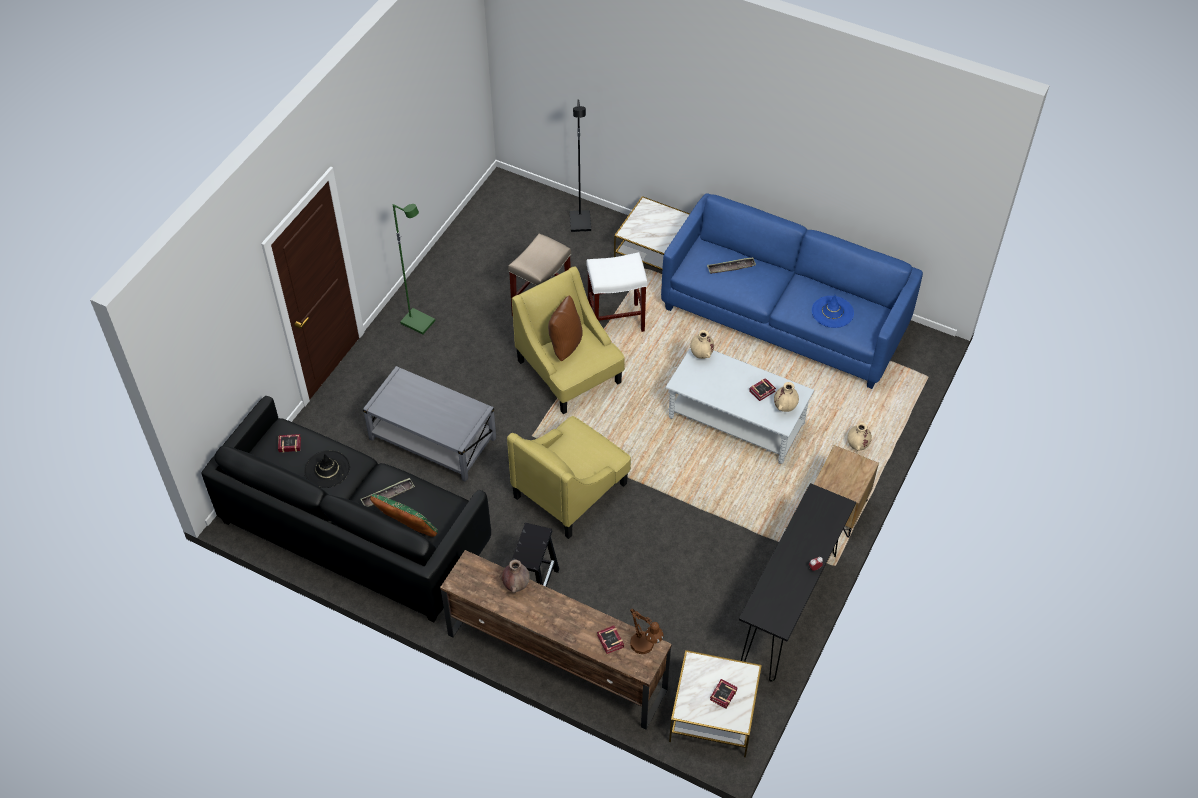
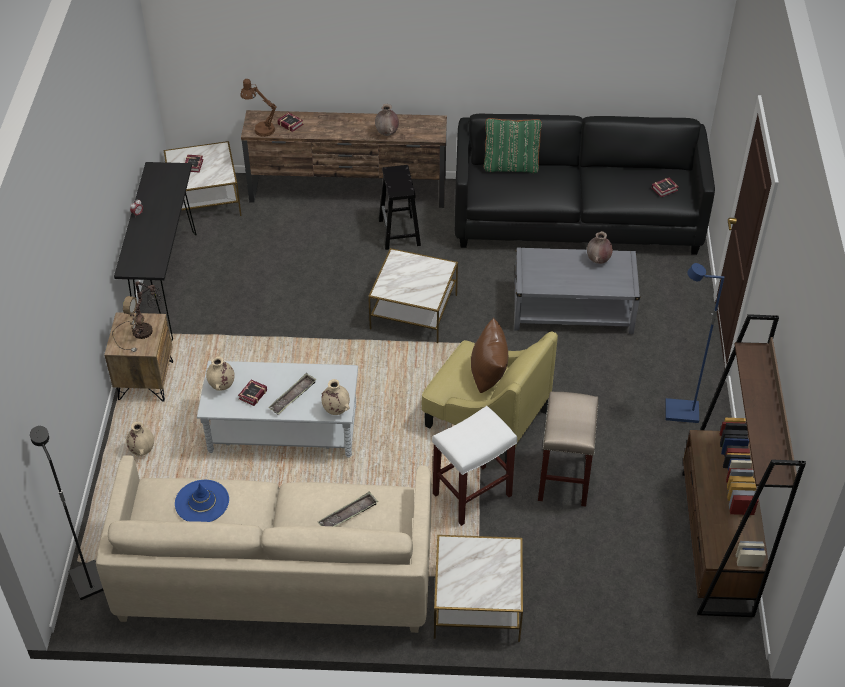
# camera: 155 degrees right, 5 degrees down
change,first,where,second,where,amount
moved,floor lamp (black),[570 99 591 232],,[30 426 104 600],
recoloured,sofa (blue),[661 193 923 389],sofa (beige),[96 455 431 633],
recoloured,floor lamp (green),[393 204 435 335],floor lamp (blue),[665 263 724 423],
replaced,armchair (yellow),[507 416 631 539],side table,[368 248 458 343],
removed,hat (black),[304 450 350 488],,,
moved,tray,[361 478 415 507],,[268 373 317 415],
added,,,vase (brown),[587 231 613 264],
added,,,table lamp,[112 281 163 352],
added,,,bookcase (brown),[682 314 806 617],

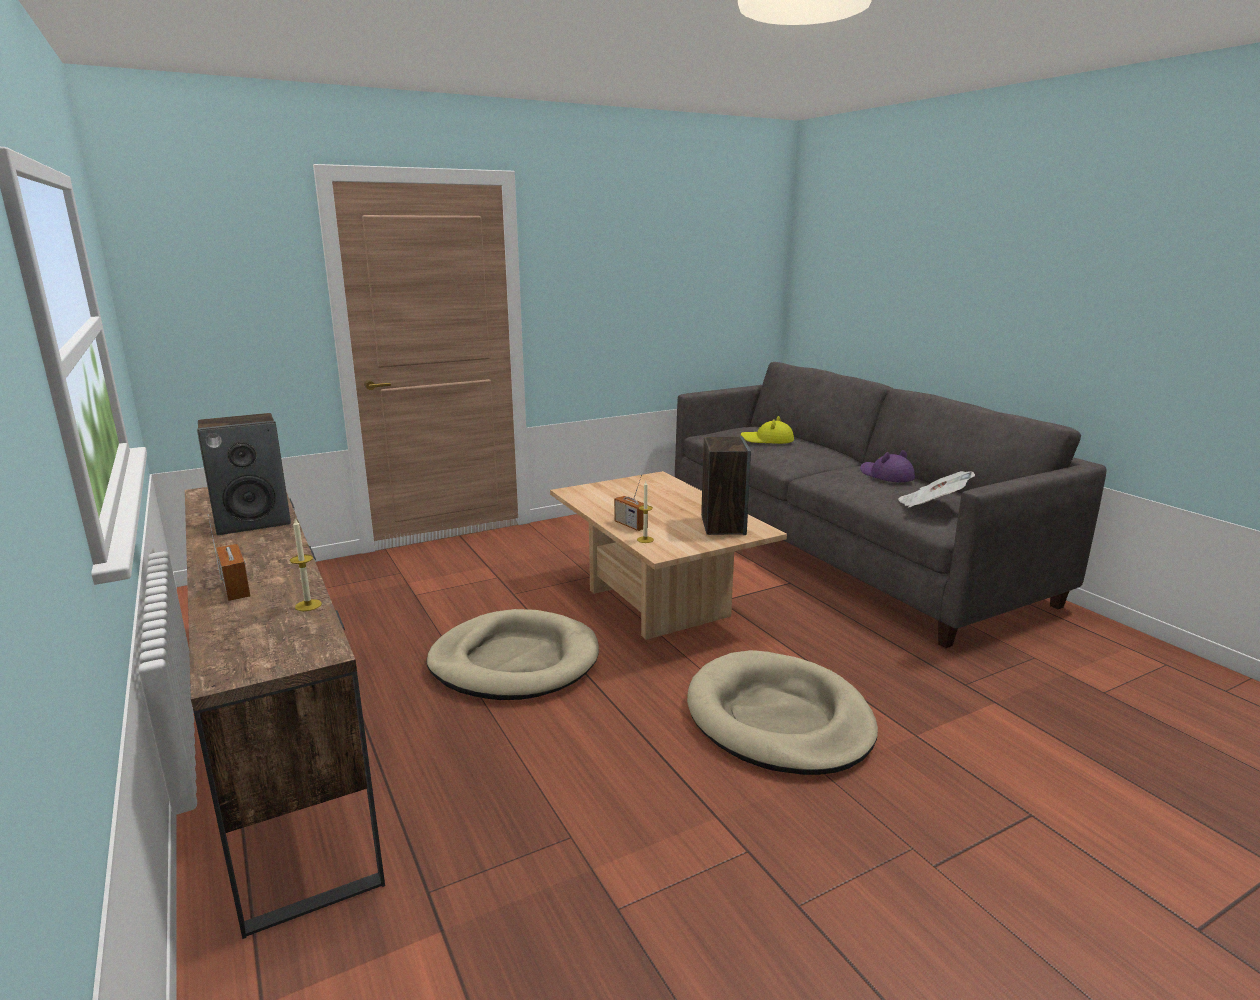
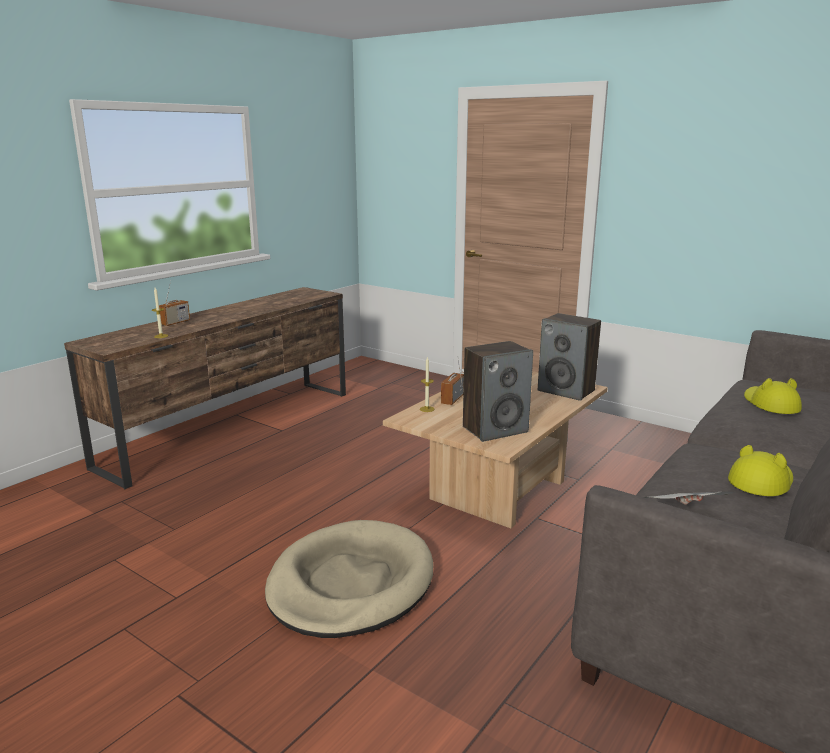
# camera: 65 degrees right, 0 degrees up
change,first,where,second,where,amount
moved,speaker,[197 413 291 535],,[538 313 601 401],
recoloured,hat (purple),[860 450 915 482],hat (yellow),[728 445 793 496],
removed,dog bed (beige),[426 609 599 700],,,

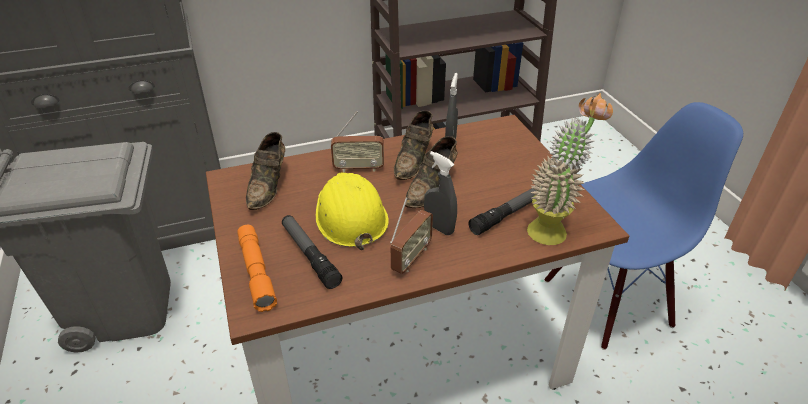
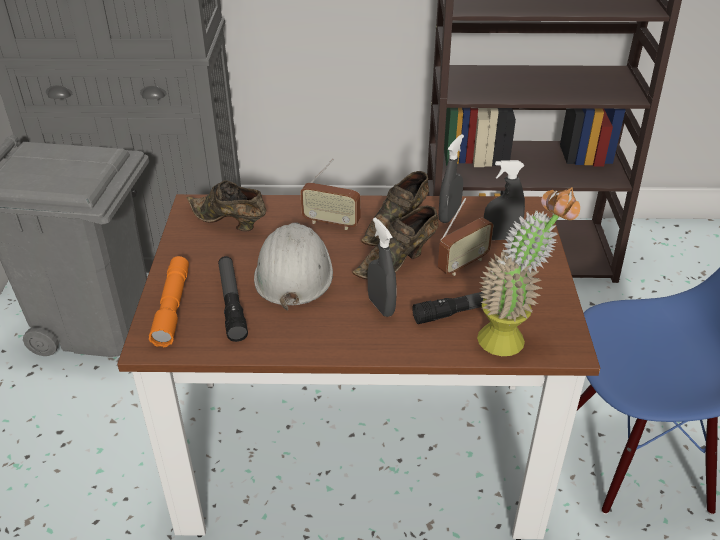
# camera: 20 degrees right, 0 degrees up
change,first,where,second,where,amount
turned,shoe (brown),[246 132 285 210],,[186 180 266 231],90 degrees clockwise
recoloured,hard hat (yellow),[316 172 389 250],hard hat (white),[254 222 333 310],
moved,radio,[390 197 433 274],,[438 198 494 276],
added,,,spray bottle (grey),[484 160 525 240],

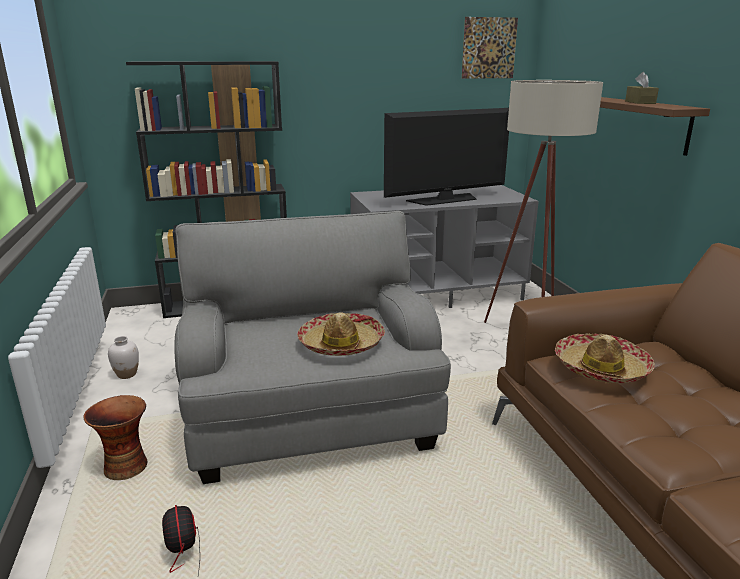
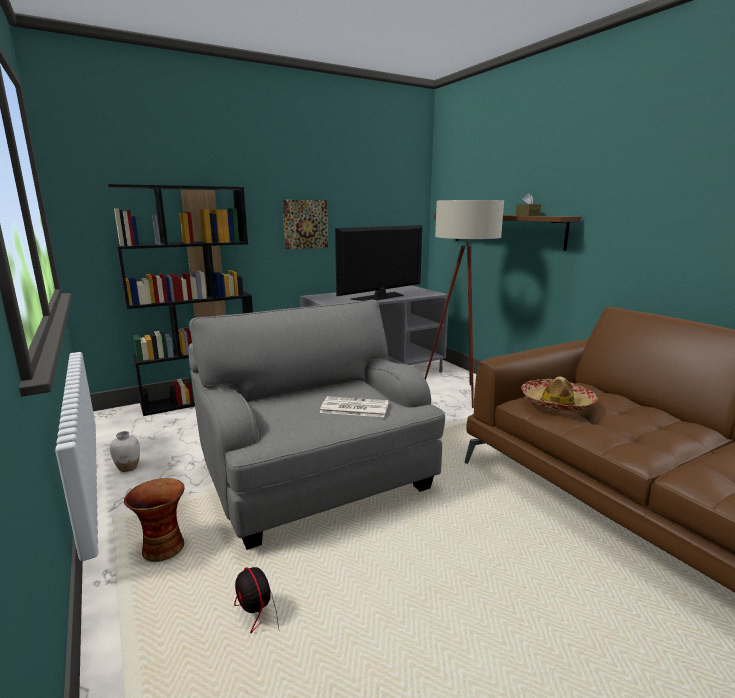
# camera: 15 degrees left, 5 degrees down
change,first,where,second,where,amount
moved,picture,[462 17 518 79],,[283 200 328 249],
replaced,hat,[297 312 385 356],newspaper,[320 396 389 417],

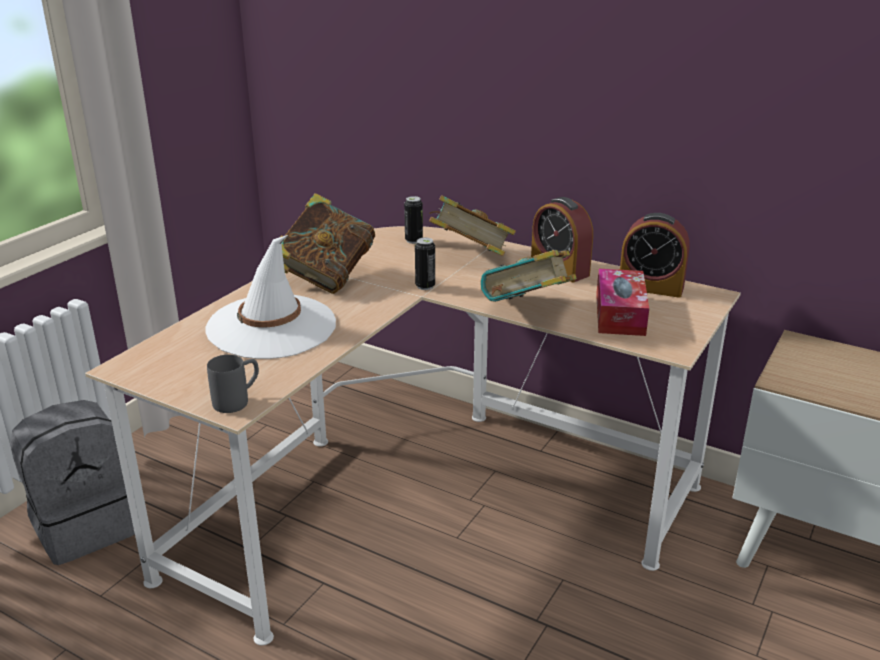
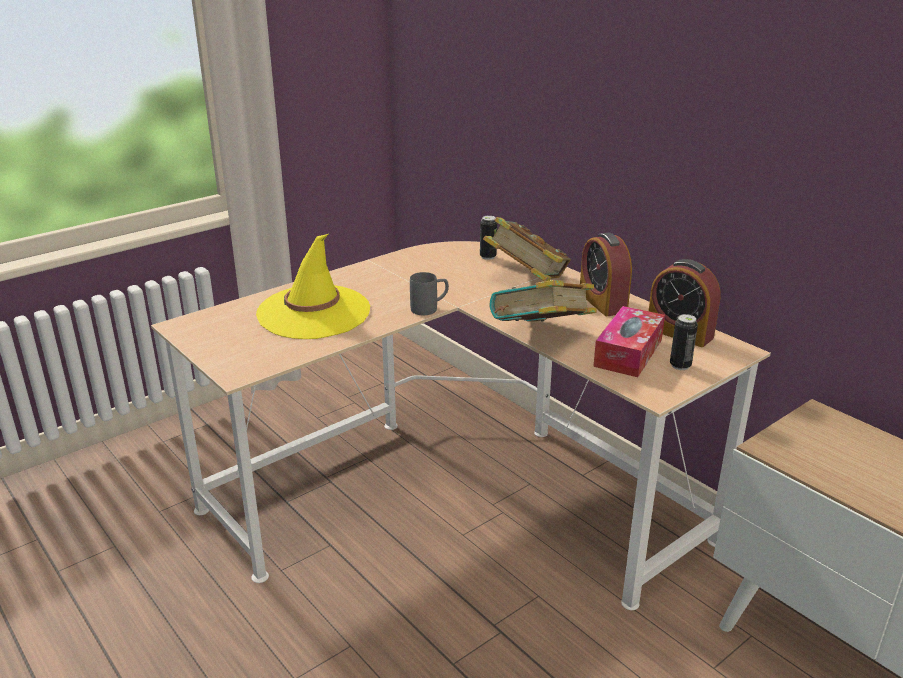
# camera: 20 degrees right, 0 degrees up
change,first,where,second,where,amount
removed,book,[280 193 375 294],,,
recoloured,hat (white),[205 235 336 359],hat (yellow),[256 234 370 339],
moved,can,[415 237 435 290],,[670 314 698 370],
moved,mug (grey),[207 355 259 413],,[410 272 449 315],
removed,backpack (grey),[10 400 135 565],,,

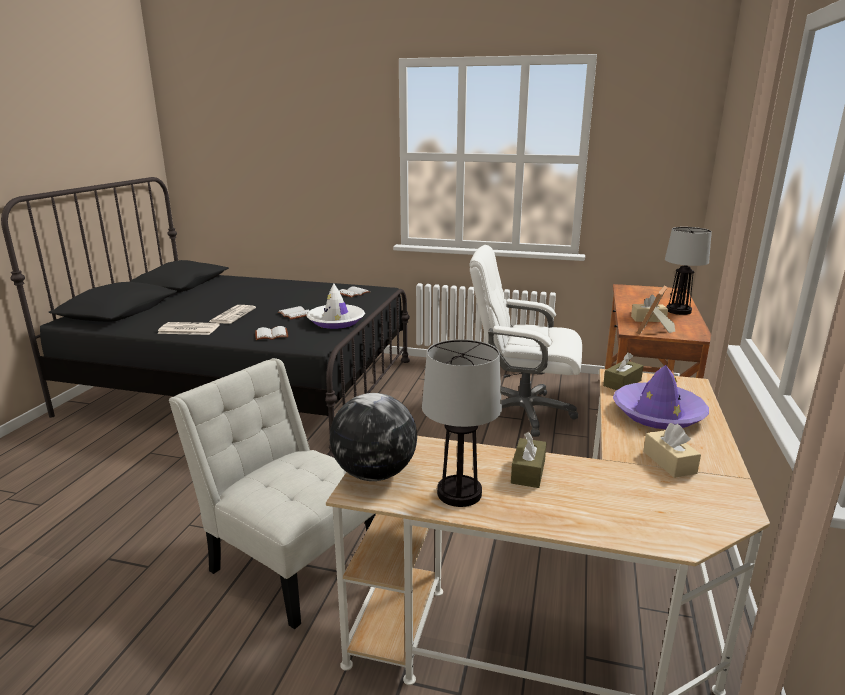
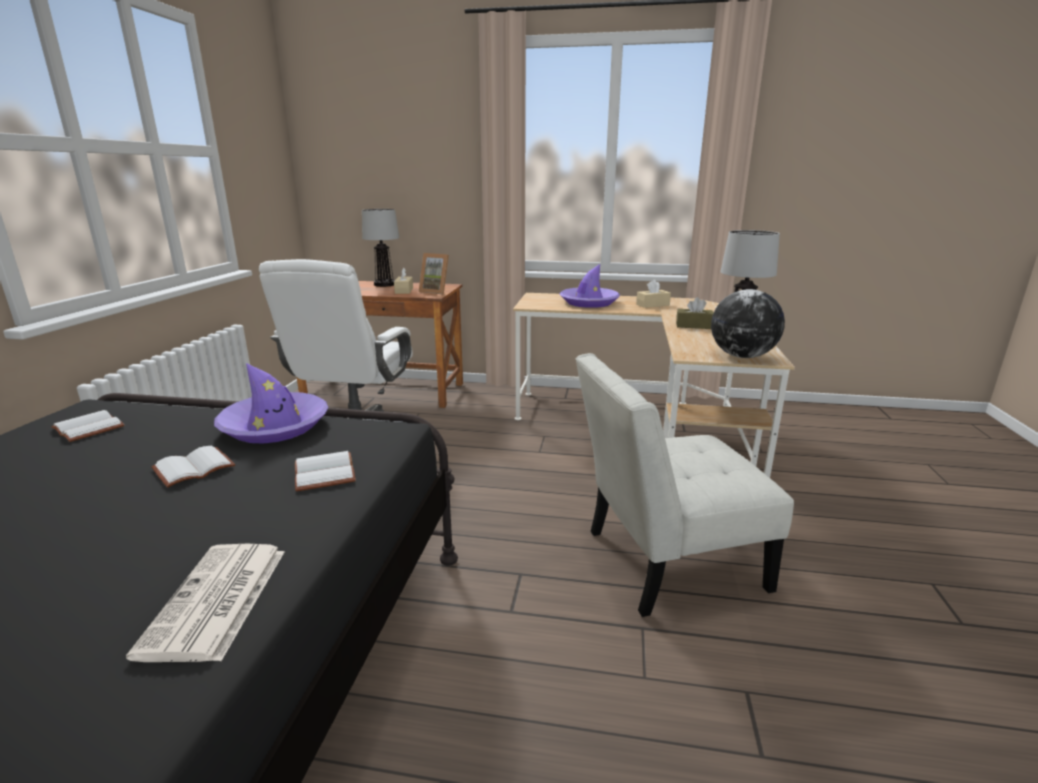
# camera: 95 degrees left, 0 degrees up
change,first,where,second,where,amount
recoloured,hat (white),[307 283 365 329],hat (purple),[214 363 329 443],
removed,newspaper,[209 305 256 324],,,
removed,tissue box (brown),[603 353 643 390],,,
turned,chair (white),[168 358 376 629],,[576 353 794 617],45 degrees clockwise

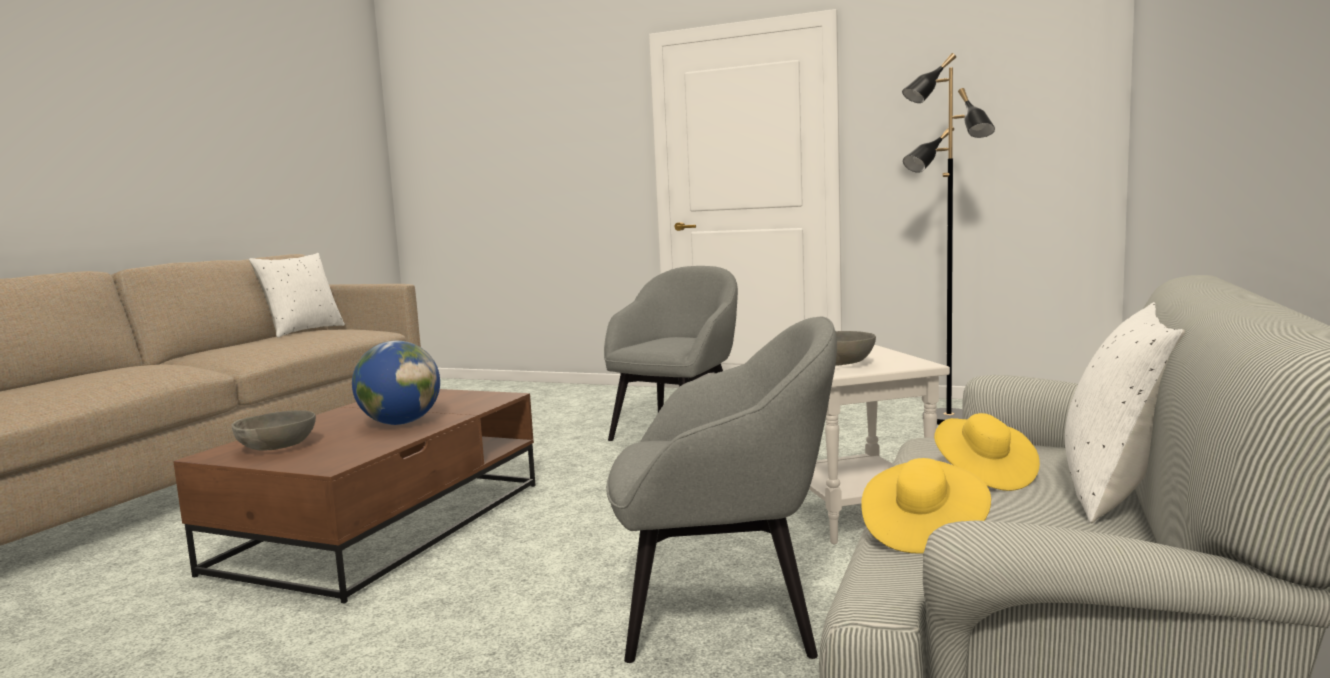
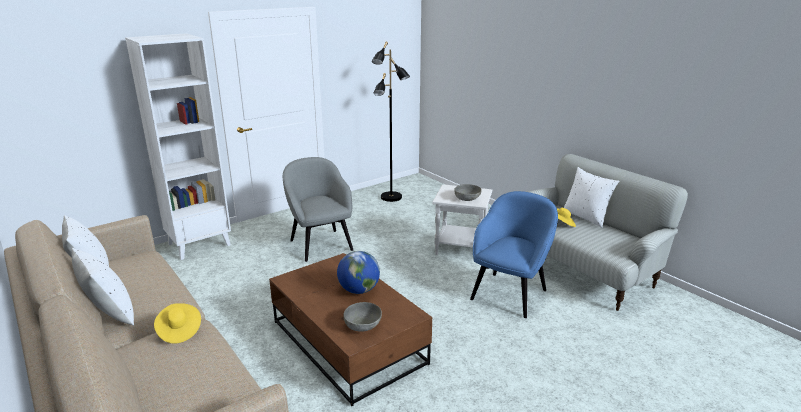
# camera: 60 degrees left, 15 degrees up
change,first,where,second,where,amount
recoloured,armchair (grey),[606 316 837 663],armchair (blue),[470 191 558 318],
moved,hat (yellow),[861 458 991 554],,[154 303 201 344],
added,,,bookcase (white),[125 33 231 260],
added,,,pillow (white),[72 248 134 326],

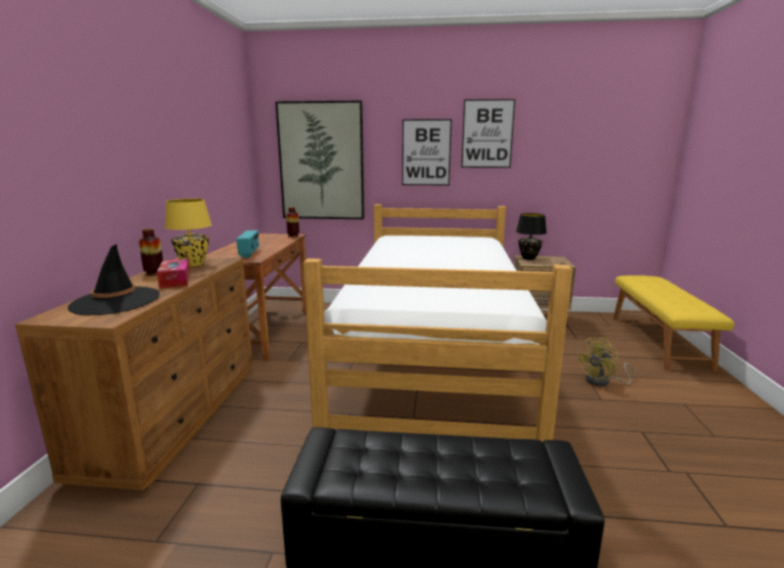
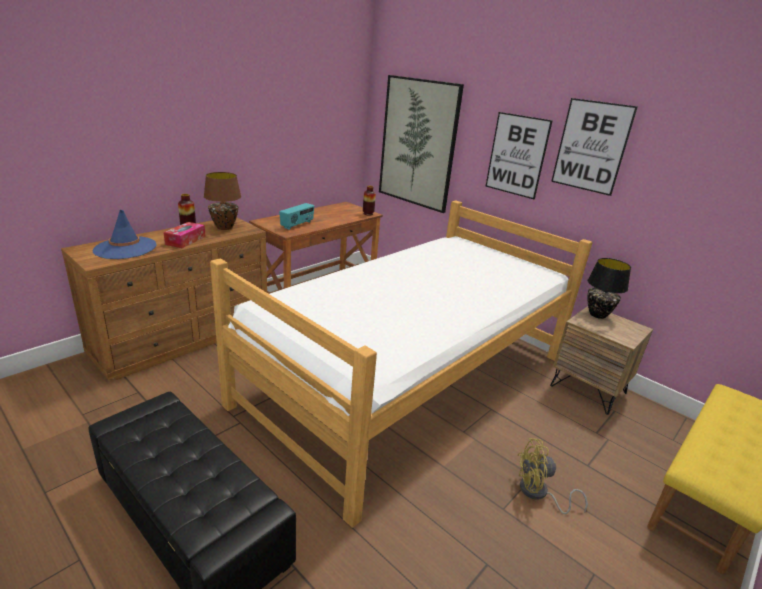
# camera: 35 degrees right, 10 degrees up
change,first,where,second,where,amount
recoloured,table lamp (yellow),[165 199 212 267],table lamp (brown),[204 172 241 230],
recoloured,hat (black),[68 244 160 316],hat (blue),[93 210 156 259],

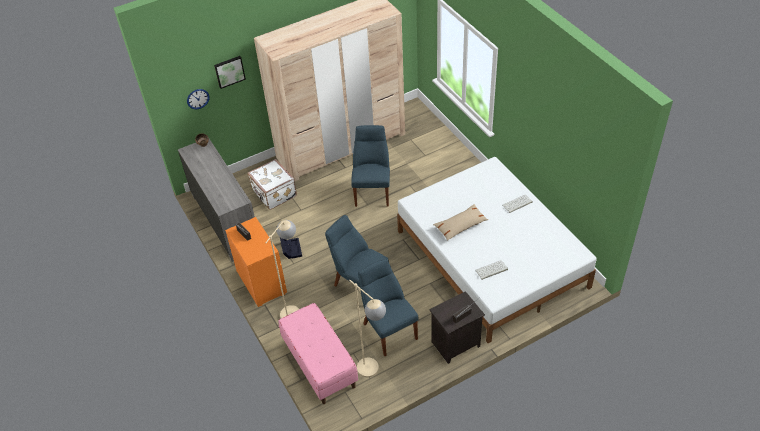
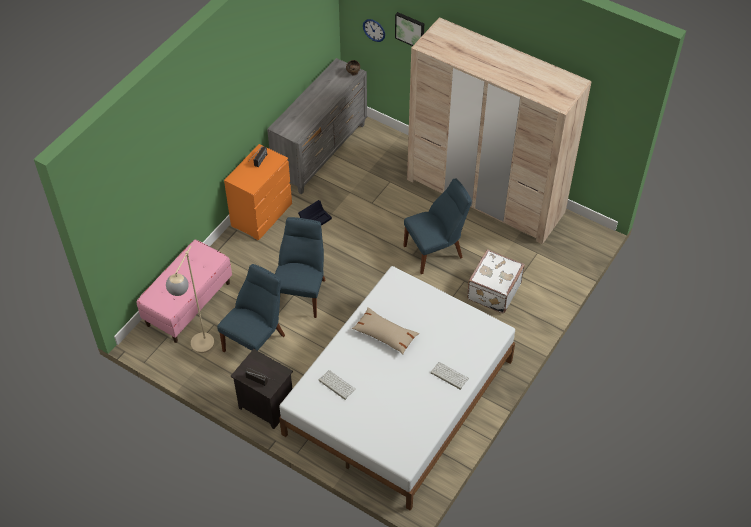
# camera: 60 degrees right, 5 degrees up
change,first,where,second,where,amount
moved,suitcase (white),[247 159 297 210],,[467 249 525 313],
removed,floor lamp (beige),[265 220 299 318],,,

